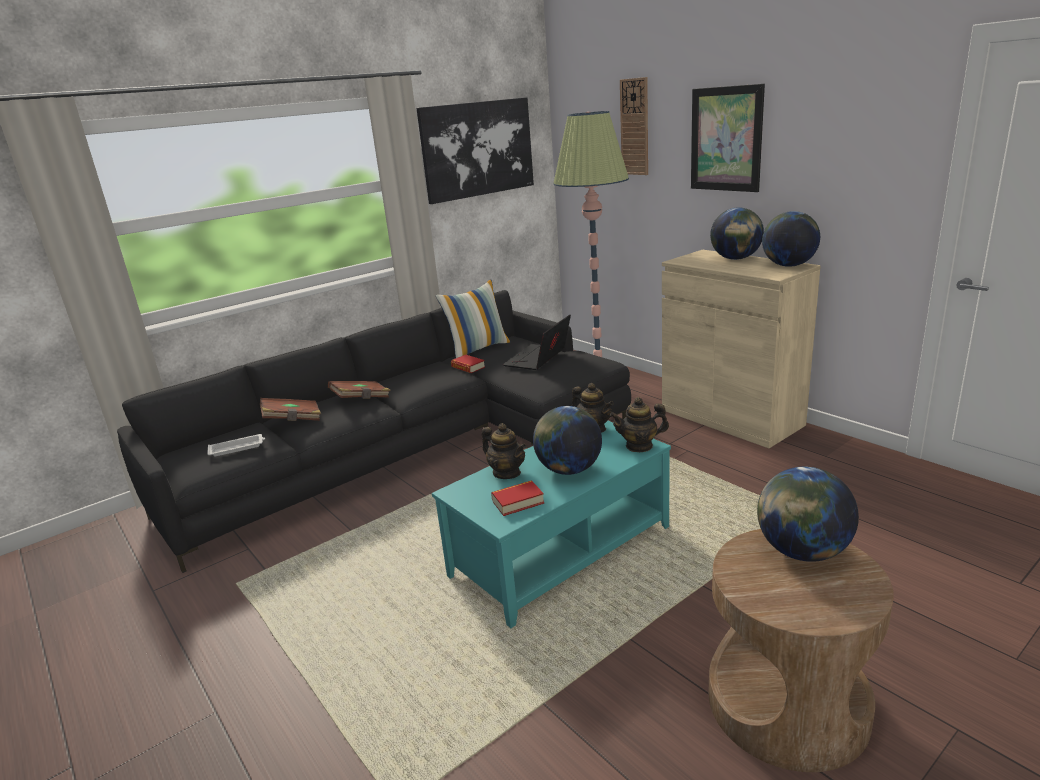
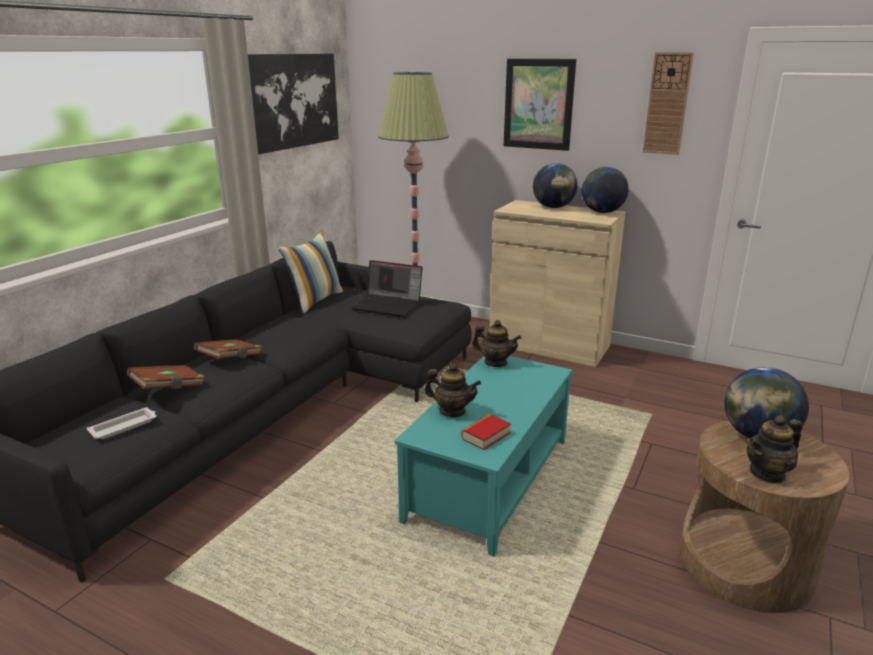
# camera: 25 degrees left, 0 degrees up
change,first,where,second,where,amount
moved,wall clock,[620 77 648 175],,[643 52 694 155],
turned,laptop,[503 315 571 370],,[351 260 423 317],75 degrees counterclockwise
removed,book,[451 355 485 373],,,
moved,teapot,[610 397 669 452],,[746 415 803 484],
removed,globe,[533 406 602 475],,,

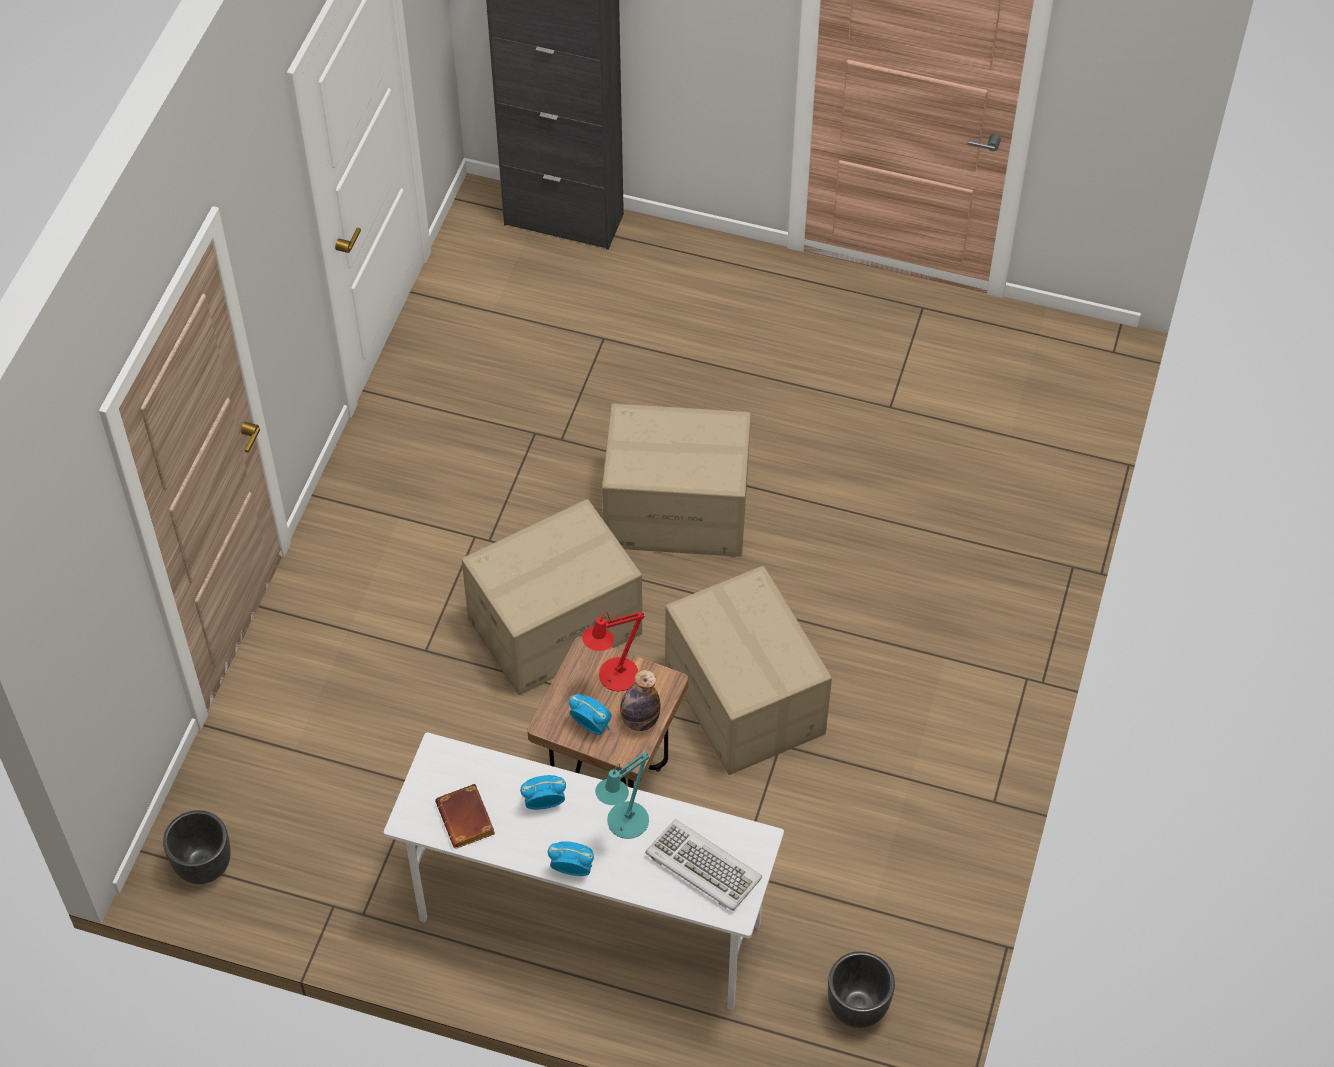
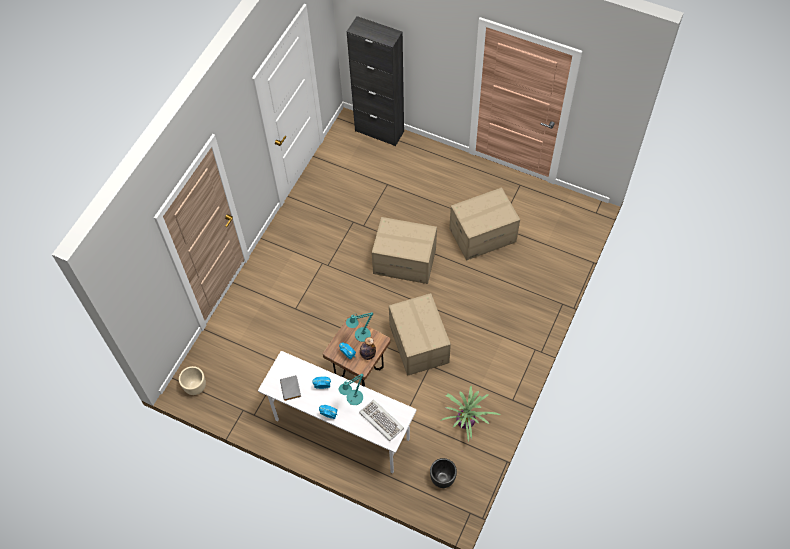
# camera: 10 degrees right, 5 degrees up
change,first,where,second,where,amount
moved,cardboard box,[462 499 642 695],,[449 187 520 260],
recoloured,table lamp (red),[582 612 644 691],table lamp (turquoise),[346 312 373 342],
recoloured,book (brown),[435 784 495 848],book (grey),[280 375 301 401],
recoloured,planter (black),[163 810 231 884],planter (beige),[179 366 206 395],
added,,,potted plant,[440 386 501 442],

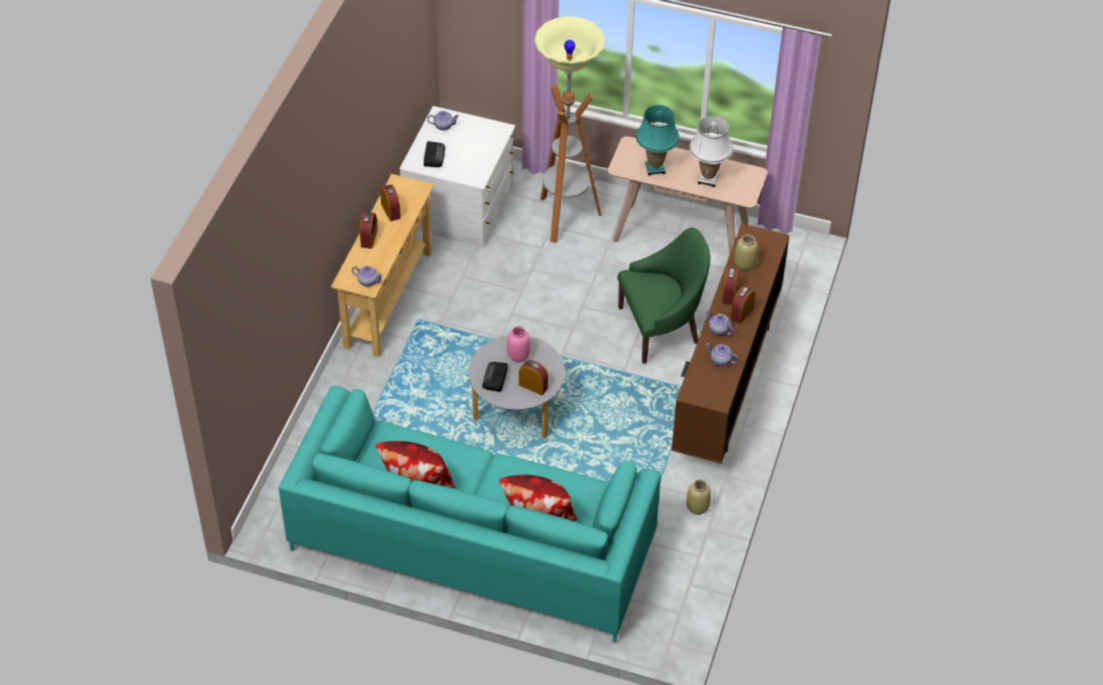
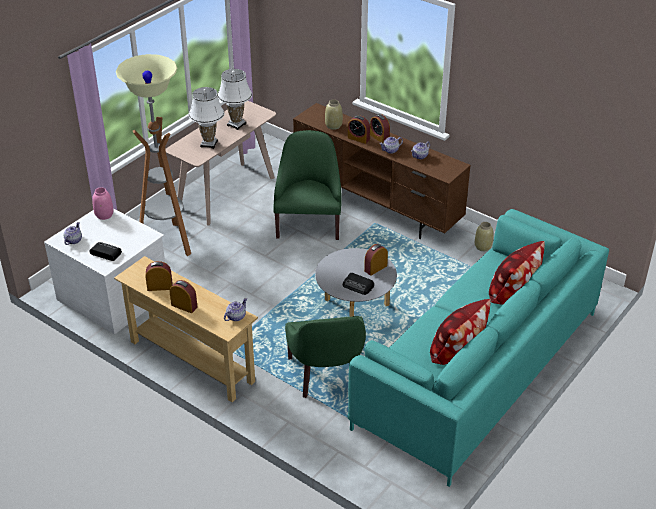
# camera: 70 degrees left, 10 degrees down
change,first,where,second,where,amount
recoloured,table lamp (turquoise),[636 105 680 176],table lamp (white),[189 87 225 149],
moved,vase (pink),[507 326 531 362],,[92 187 113 220],
added,,,armchair (green),[285 316 366 398],

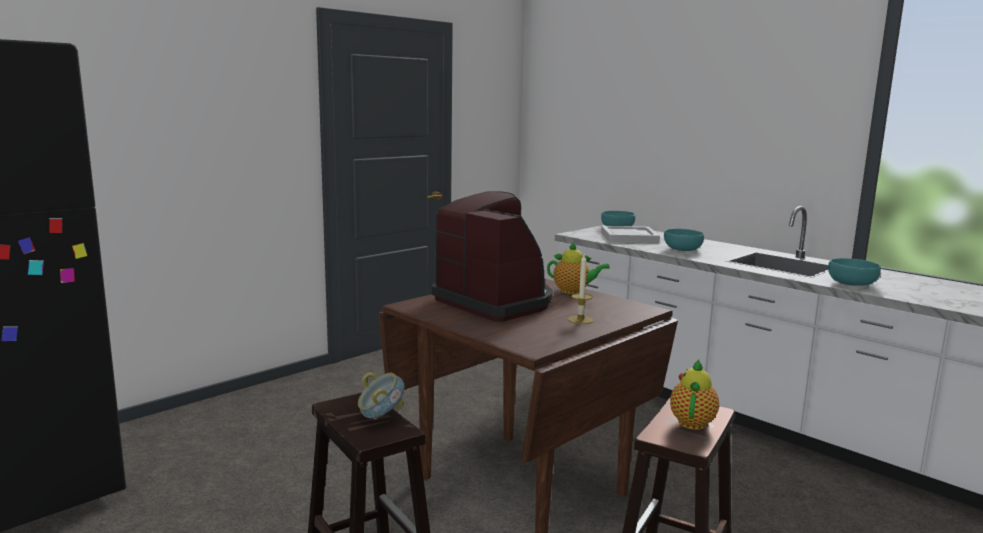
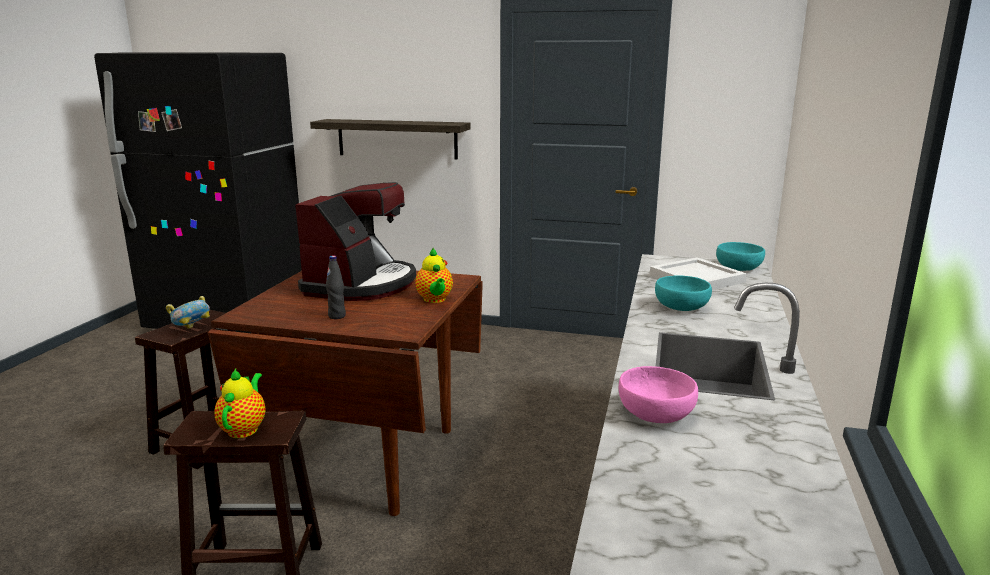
# camera: 60 degrees right, 5 degrees up
change,first,where,second,where,amount
replaced,candle,[568 255 593 324],bottle (black),[326 256 346 319],
recoloured,bowl (turquoise),[828 258 881 286],bowl (pink),[619 366 698 423],
turned,teapot,[670 359 719 430],,[215 369 265 438],75 degrees counterclockwise
added,,,shelf,[310 119 470 160],

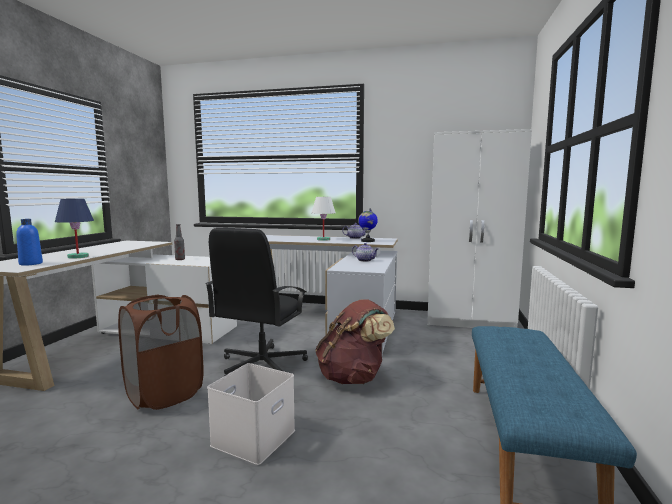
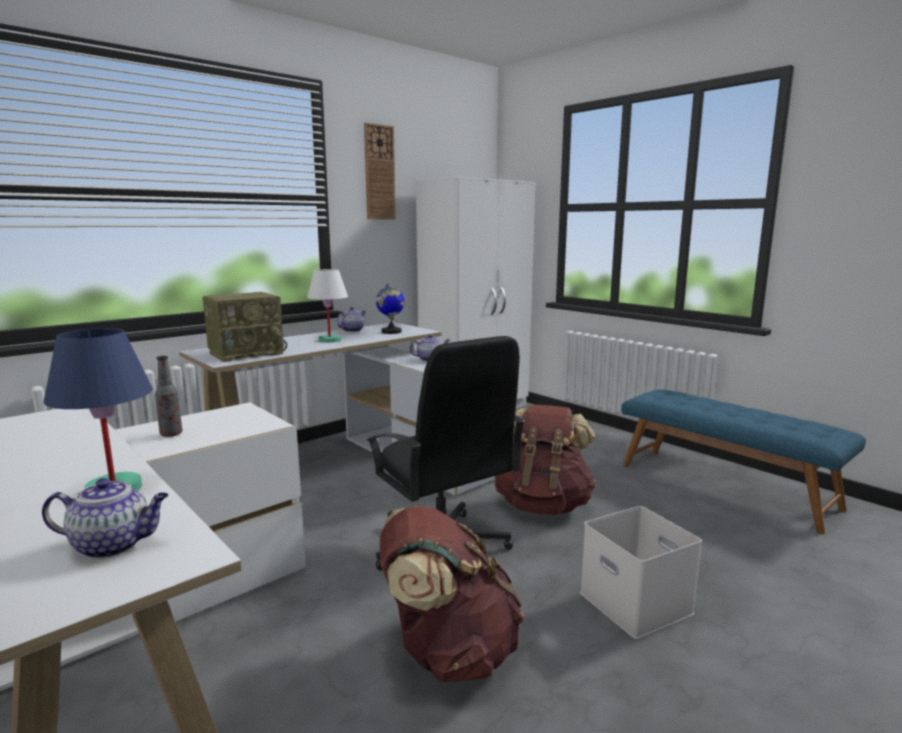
# camera: 55 degrees left, 5 degrees up
change,first,where,second,where,amount
replaced,bottle (blue),[16 219 43 266],teapot,[42 478 169 558],
replaced,laundry basket (brown),[118 295 204 410],backpack (brown),[380 506 524 682],
added,,,wall clock,[364 123 396 220],
added,,,radio,[203 292 287 362],

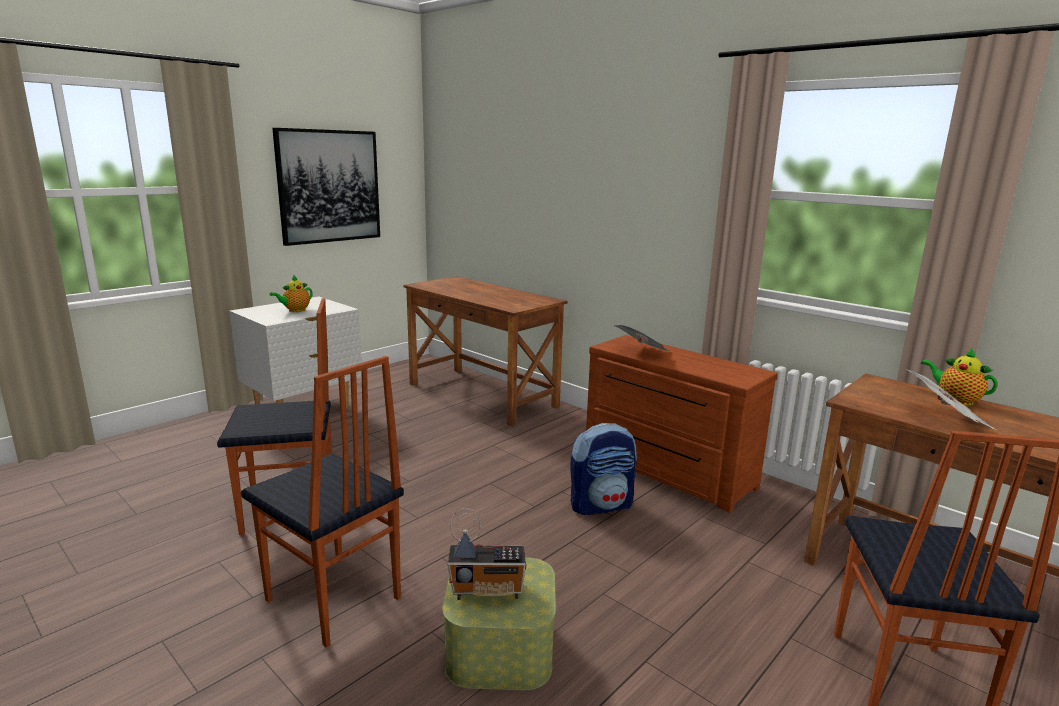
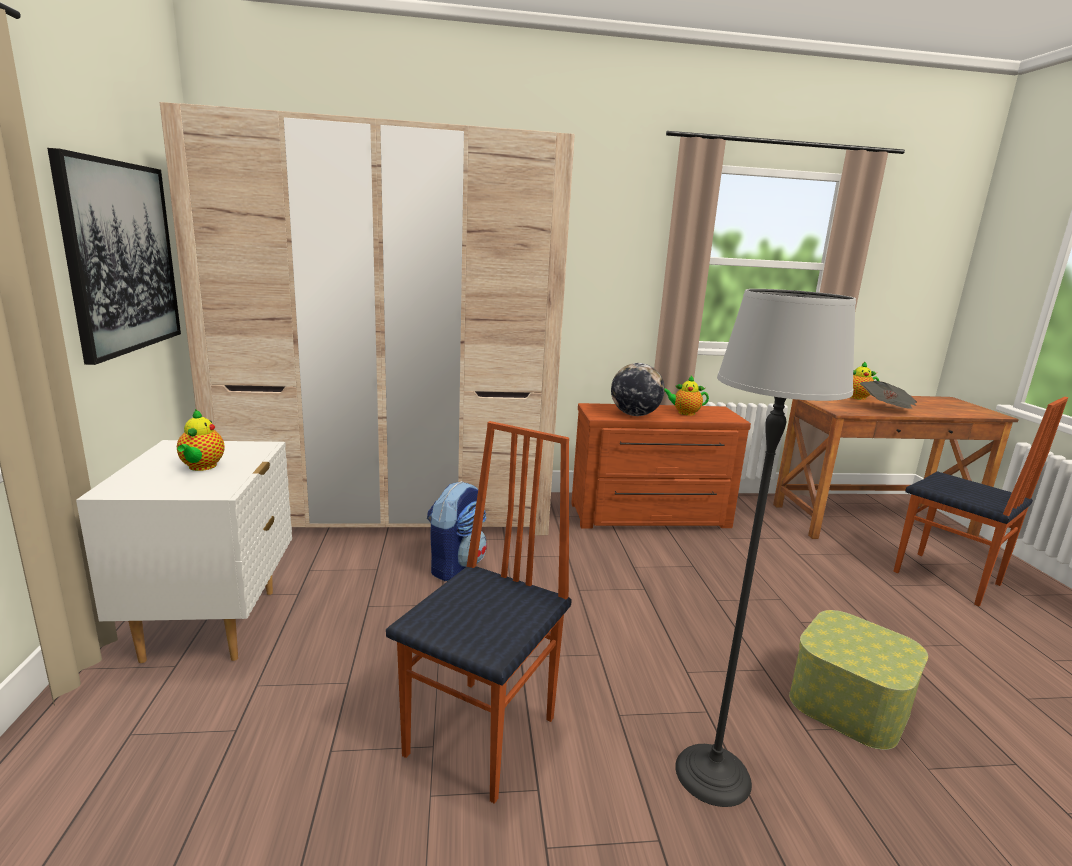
# camera: 50 degrees left, 0 degrees up
change,first,where,second,where,amount
replaced,desk (brown),[403 276 567 426],wardrobe (beige),[160 102 575 535],
replaced,newspaper,[614 325 669 351],globe,[611 363 665 416],
replaced,chair,[241 356 404 648],floor lamp,[675 289 856 807],
moved,backpack,[570 423 637 515],,[427 481 487 581],
removed,radio,[448 508 526 600],,,
added,,,teapot,[665 376 709 415],

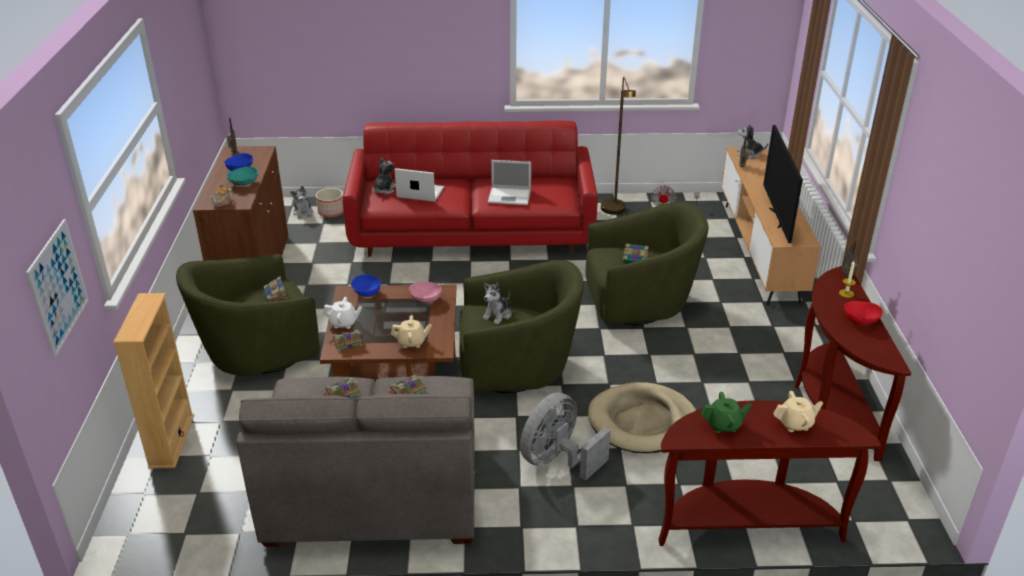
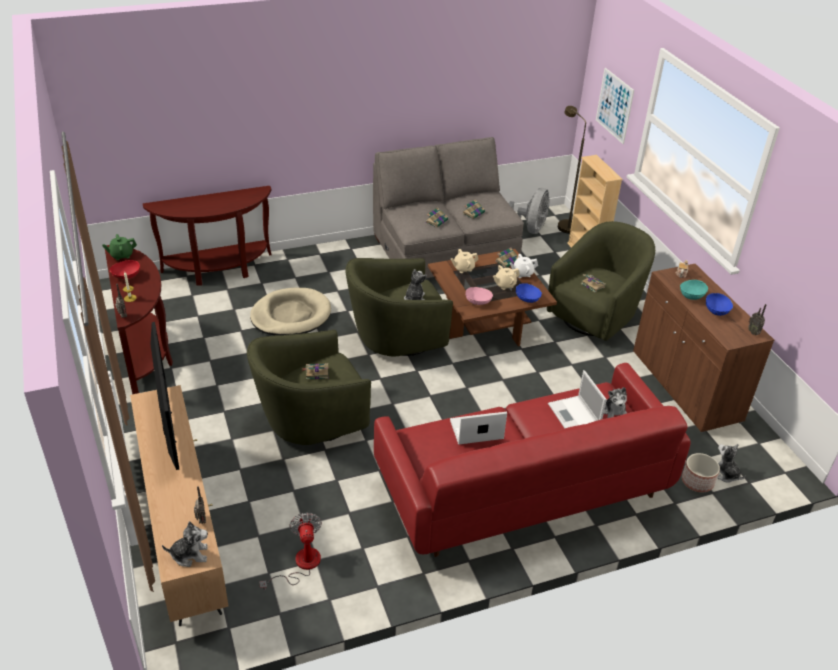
# camera: 160 degrees right, 5 degrees up
change,first,where,second,where,amount
moved,floor lamp (brown),[601 77 636 214],,[558 106 586 234],
turned,laptop,[395 168 444 202],,[548 370 607 428],75 degrees clockwise
moved,teapot (beige),[773 391 823 432],,[493 265 520 290],
moved,fan (grey),[520 392 611 481],,[509 188 550 234],
moved,teapot (green),[701 392 752 433],,[102 234 137 260],

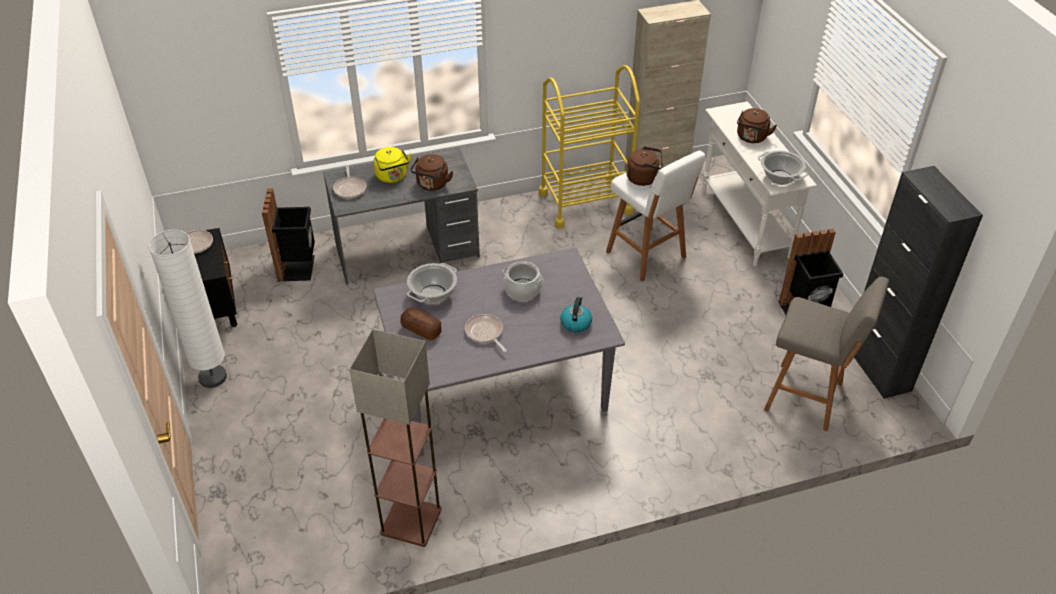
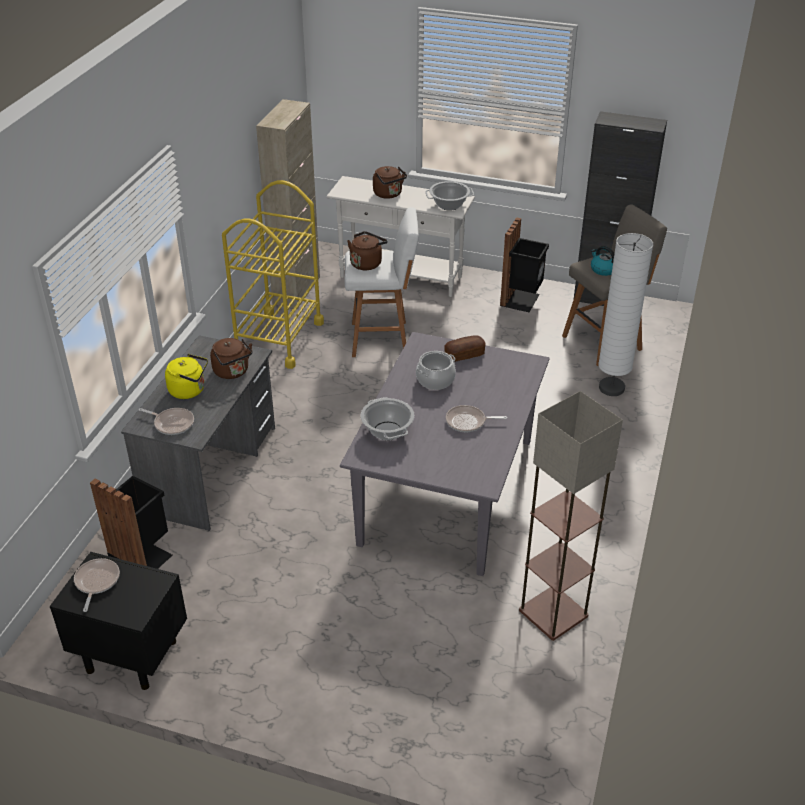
# camera: 55 degrees left, 5 degrees down
change,first,where,second,where,amount
moved,floor lamp (white),[148 230 227 388],,[598 233 653 396],
moved,kettle,[560 297 592 332],,[591 246 615 276],
moved,bread,[400 308 442 340],,[444 335 486 362],

